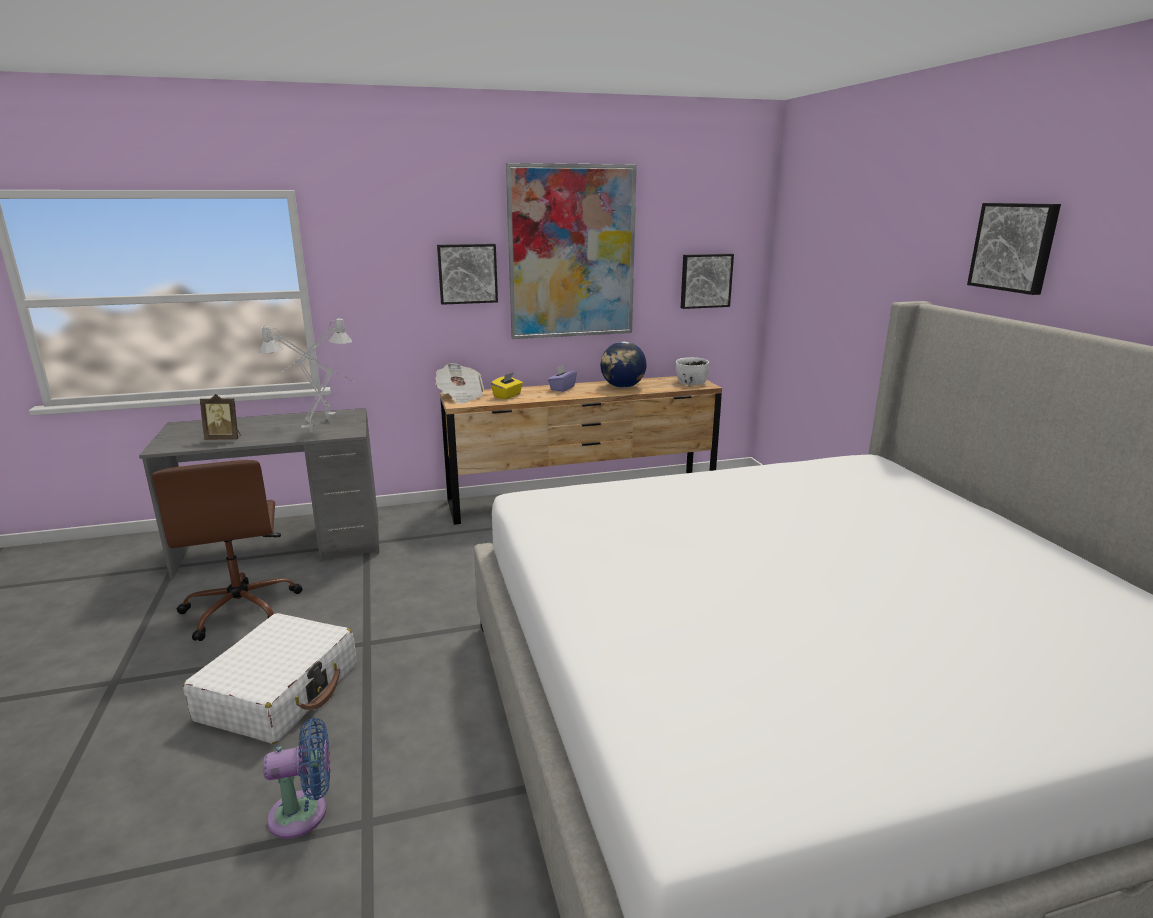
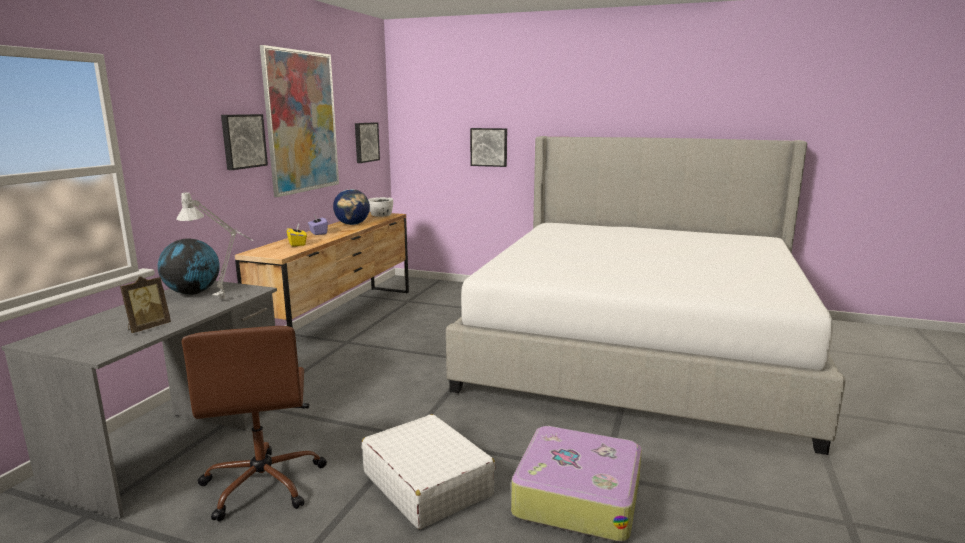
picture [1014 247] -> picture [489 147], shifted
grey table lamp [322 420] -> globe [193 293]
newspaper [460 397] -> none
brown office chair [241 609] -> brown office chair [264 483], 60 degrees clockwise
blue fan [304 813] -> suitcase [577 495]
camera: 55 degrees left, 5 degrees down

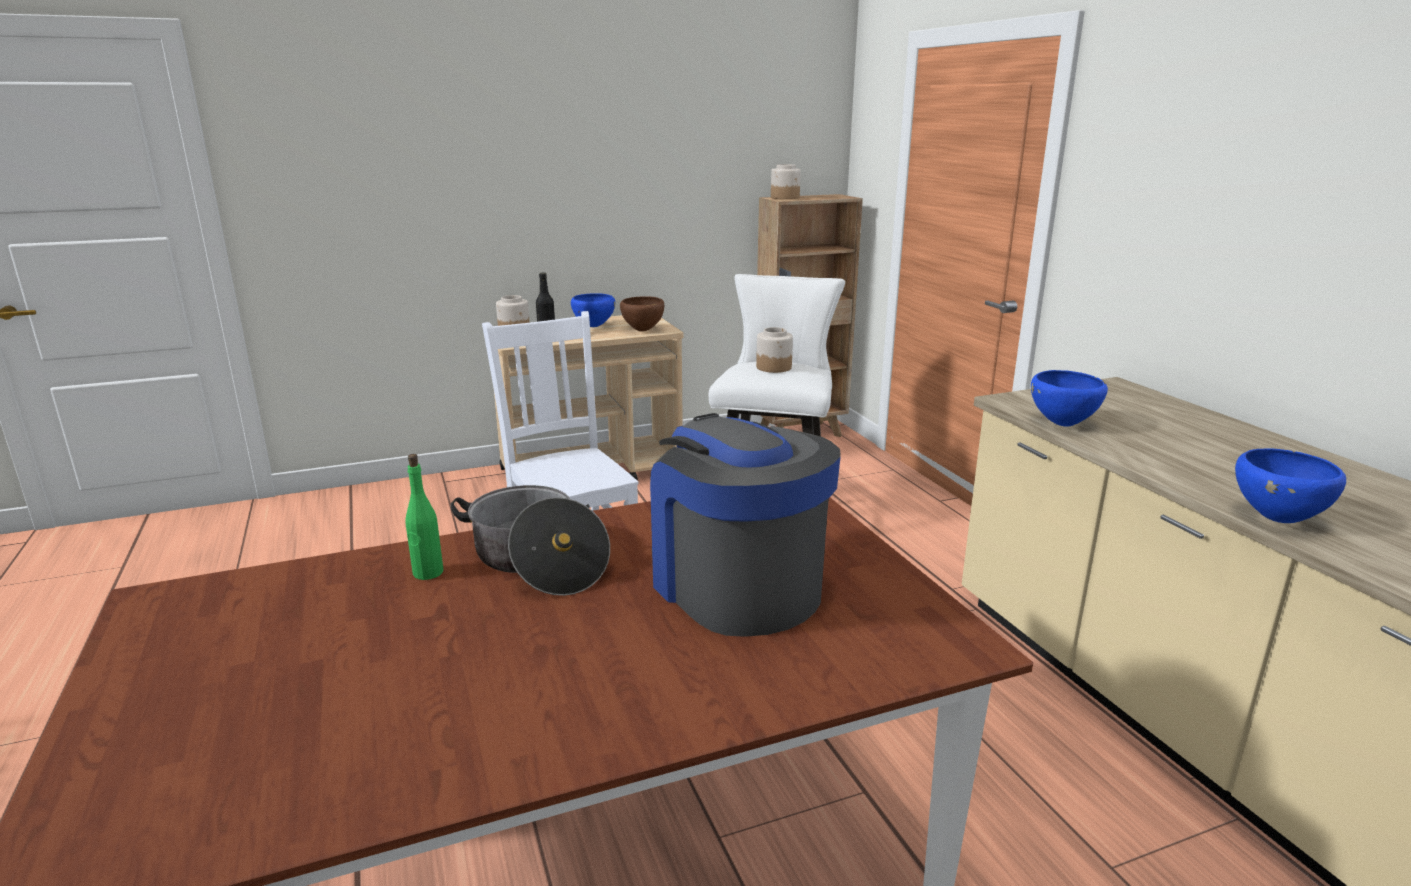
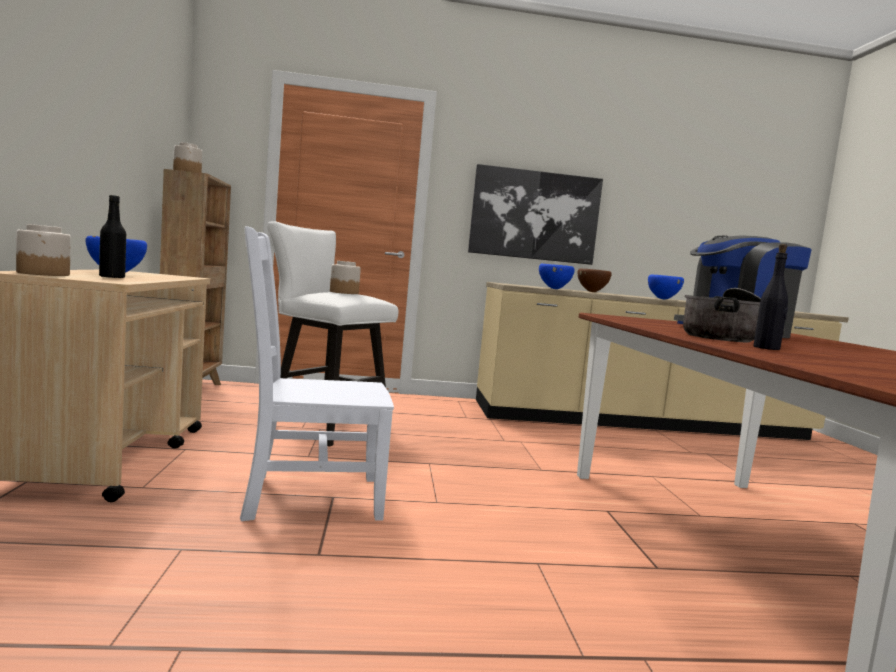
brown bowl [643 330] -> brown bowl [592 292], shifted
green bottle [427 573] -> black bottle [767 348]
none -> picture [534 215]
camera: 75 degrees left, 15 degrees down

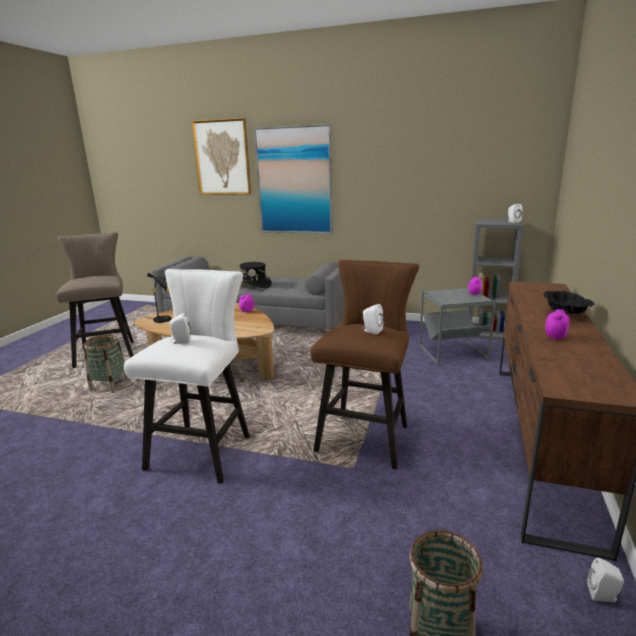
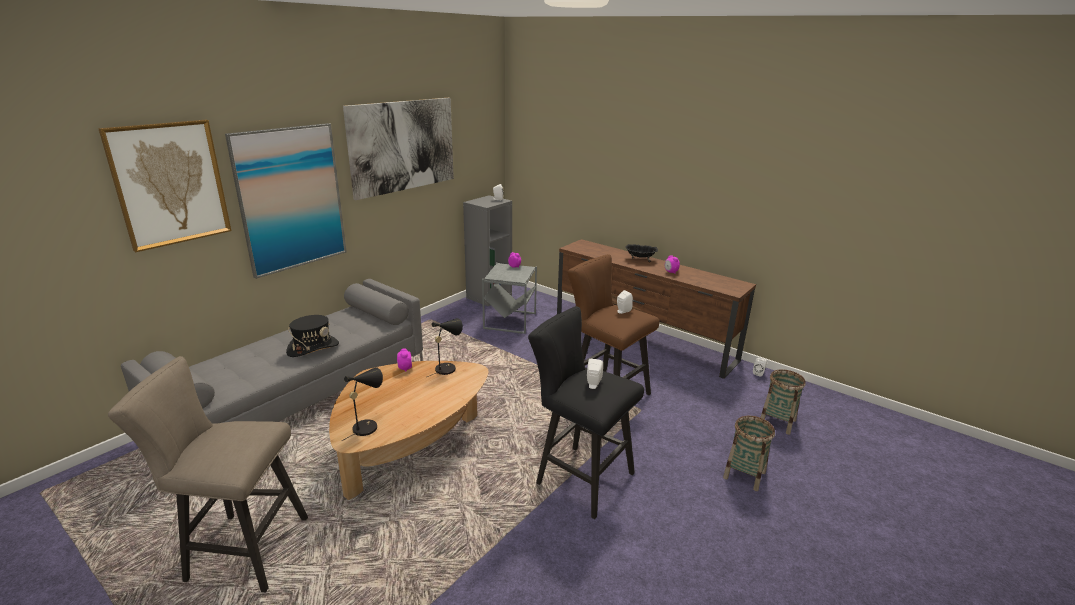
white stool [204 449] -> black stool [579 476]
basket [110 386] -> basket [744 475], shifted
none -> picture [403 146]
none -> black table lamp [447 368]
camera: 70 degrees left, 5 degrees up

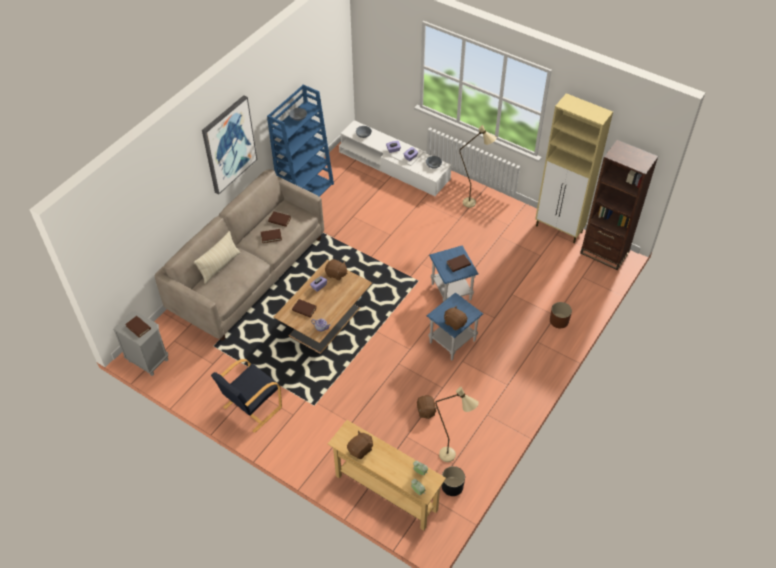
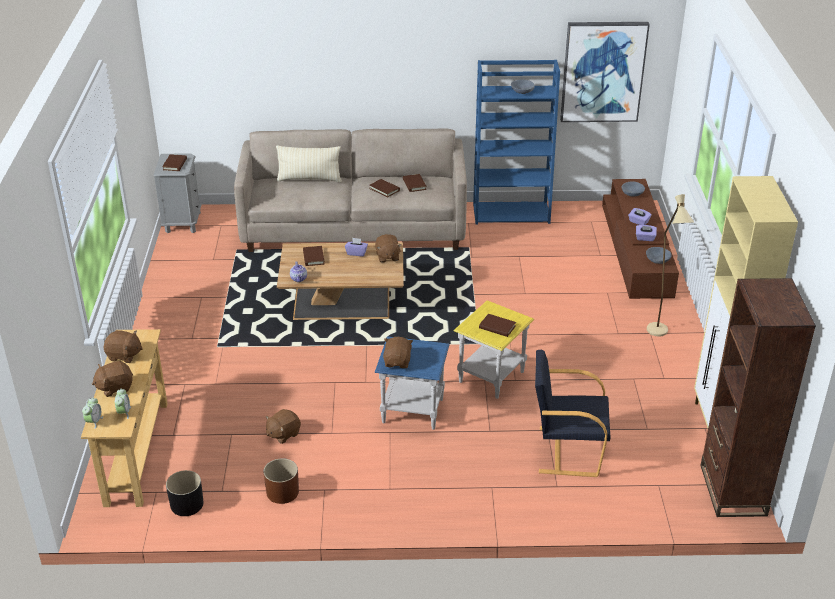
picture [229 144] -> picture [603 71], shifted
white tv stand [393 166] -> brown tv stand [636 250]
blue side table [451 292] -> yellow side table [491 377]
brown planter [559 320] -> brown planter [283 492], shifted
black armchair [251 408] -> black armchair [566 451], shifted
beige floor lamp [452 458] -> none
none -> brown plush toy [115 387]
camera: 55 degrees right, 15 degrees down

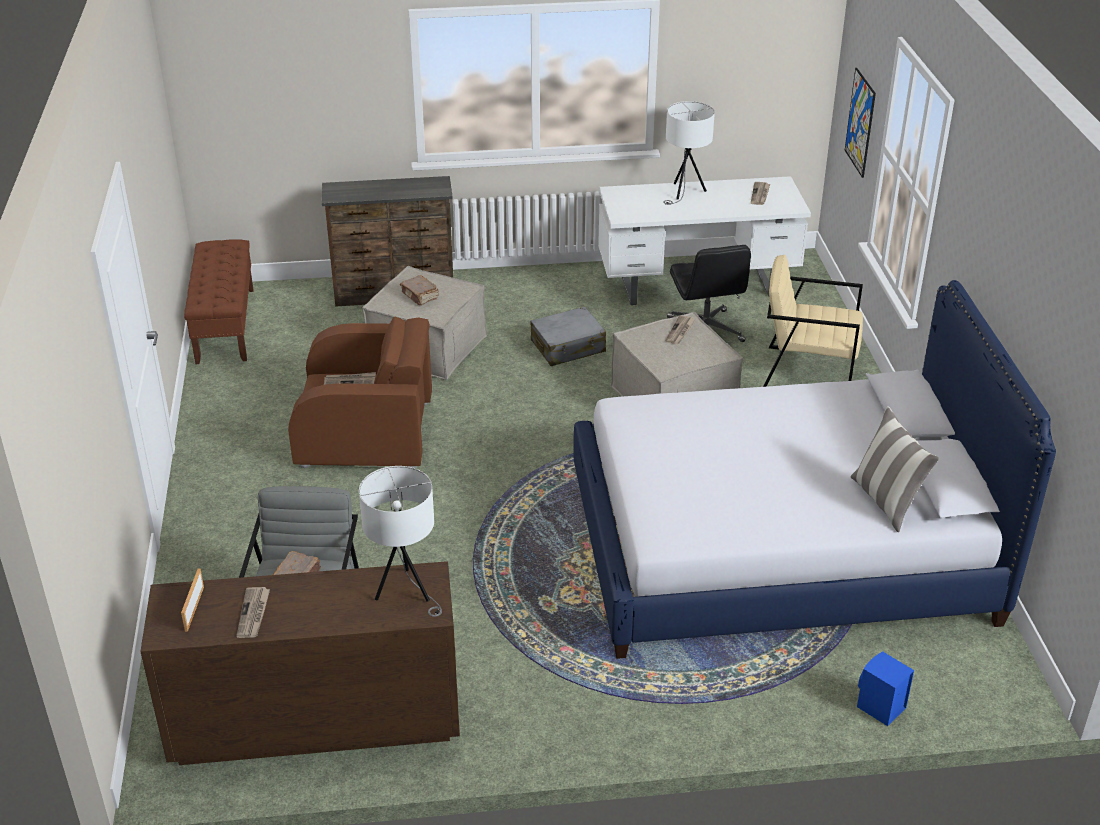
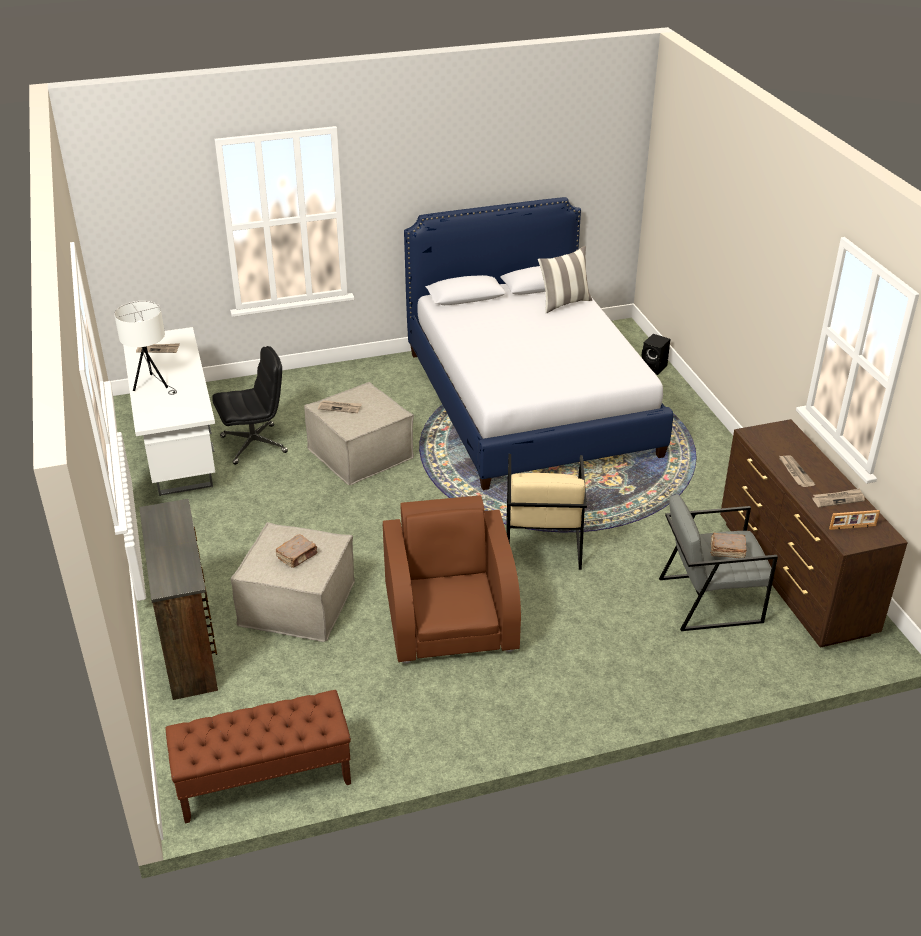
picture [860 122] -> none
beige armchair [807 372] -> beige armchair [542 542], shifted
grey suitcase [568 347] -> none
newspaper [350 381] -> newspaper [795 472], shifted
white table lamp [406 592] -> none
blue speaker [879 708] -> black speaker [654 368]
camera: 100 degrees left, 0 degrees up

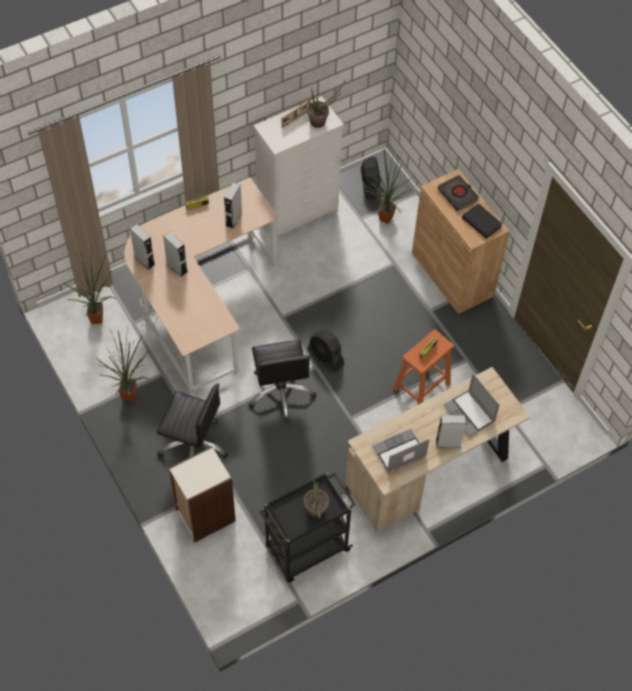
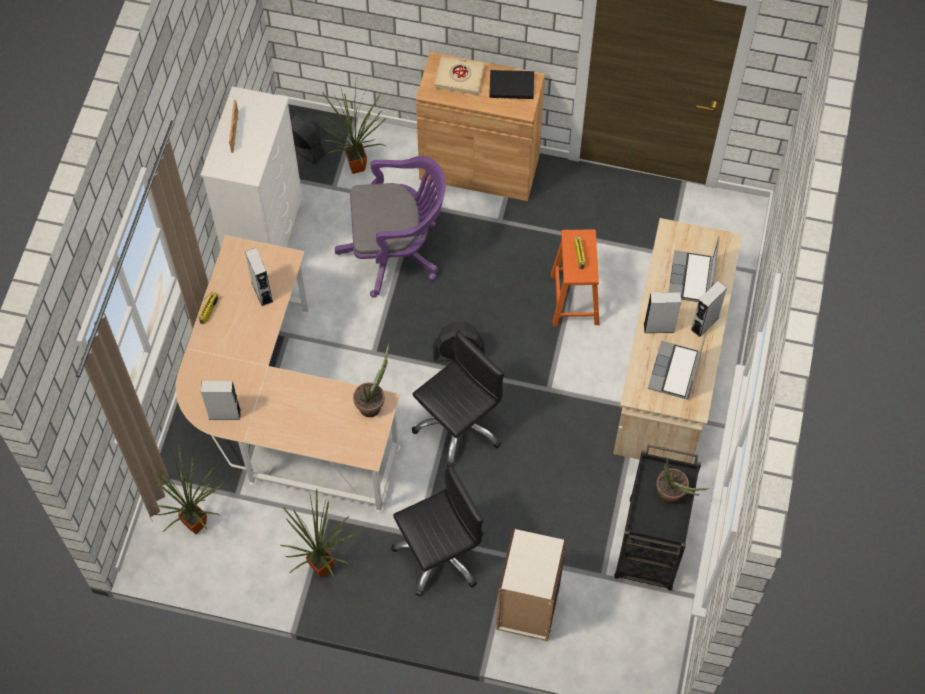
potted plant [321 121] -> potted plant [373 403], shifted
black book [458 195] -> beige book [459 78]
grey speaker [177 267] -> grey speaker [659 327], shifted
black office chair [281 392] -> black office chair [458 425], 75 degrees counterclockwise
laptop [470 414] -> laptop [692 279], 90 degrees clockwise
none -> purple office chair [396 252]
camera: 45 degrees left, 5 degrees up

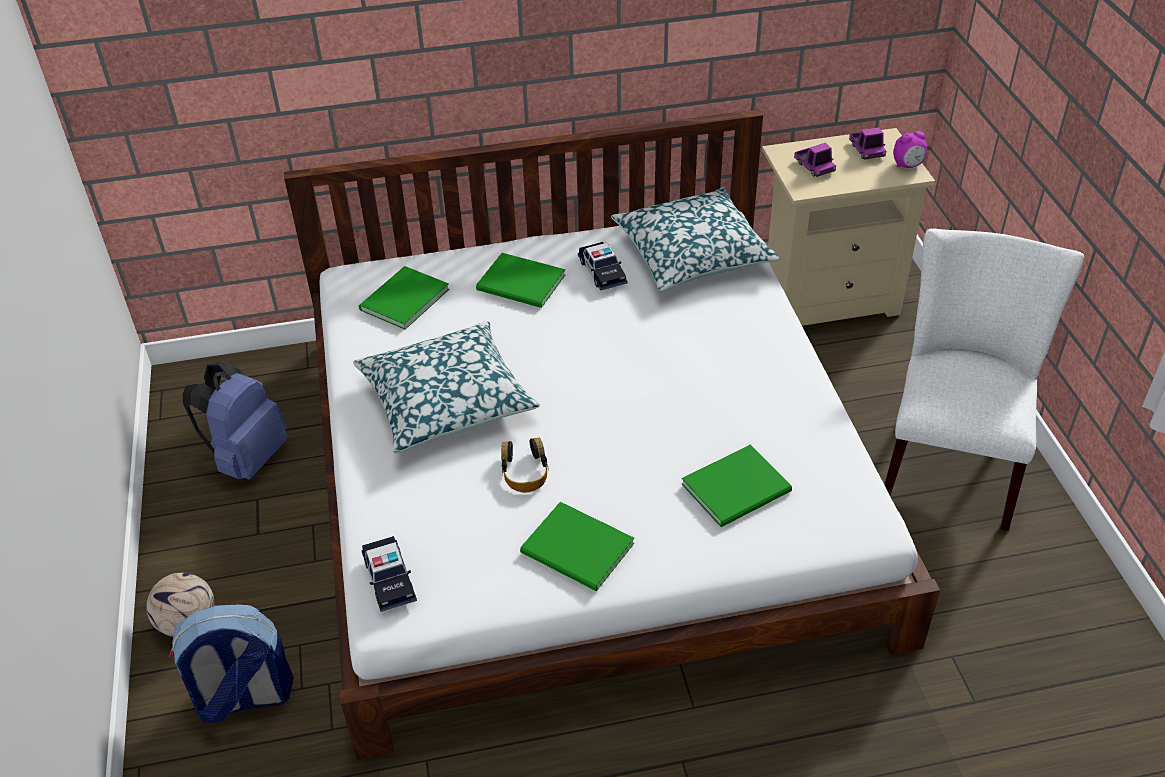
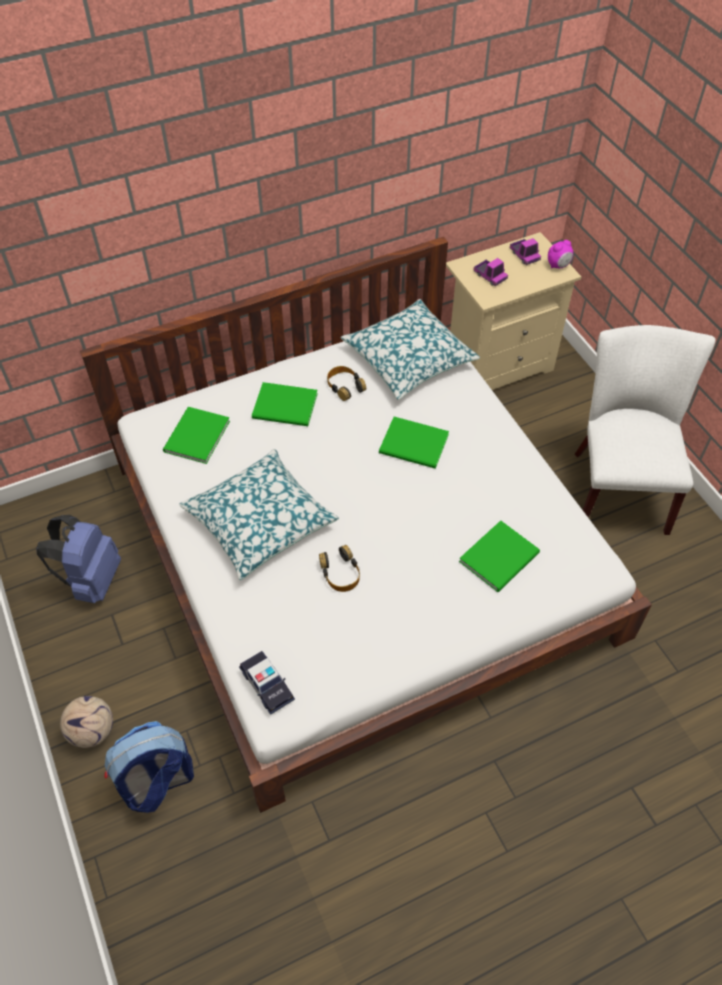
toy car [602 272] -> headphones [345 386]
green book [578 551] -> green book [415 446], shifted
camera: 15 degrees left, 10 degrees up

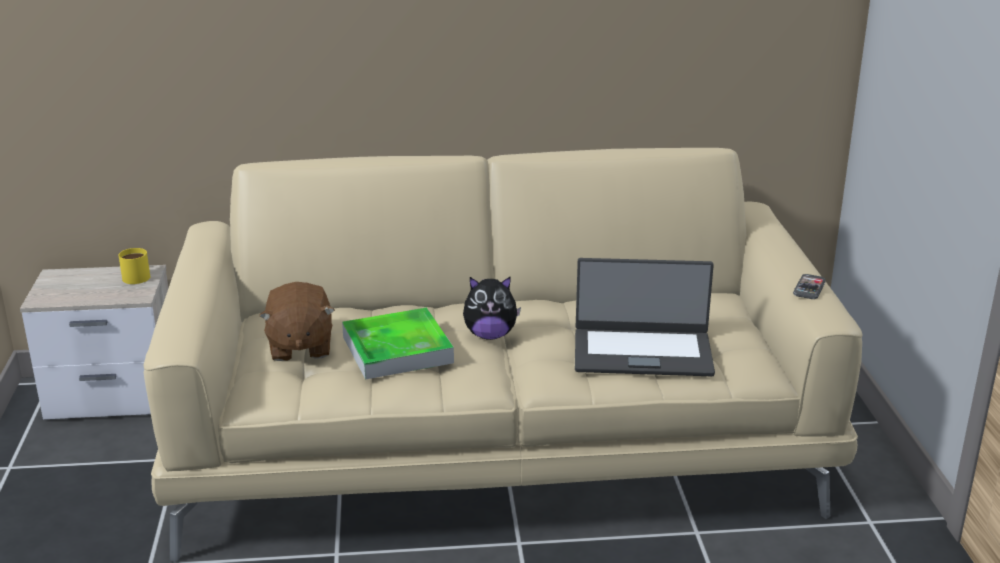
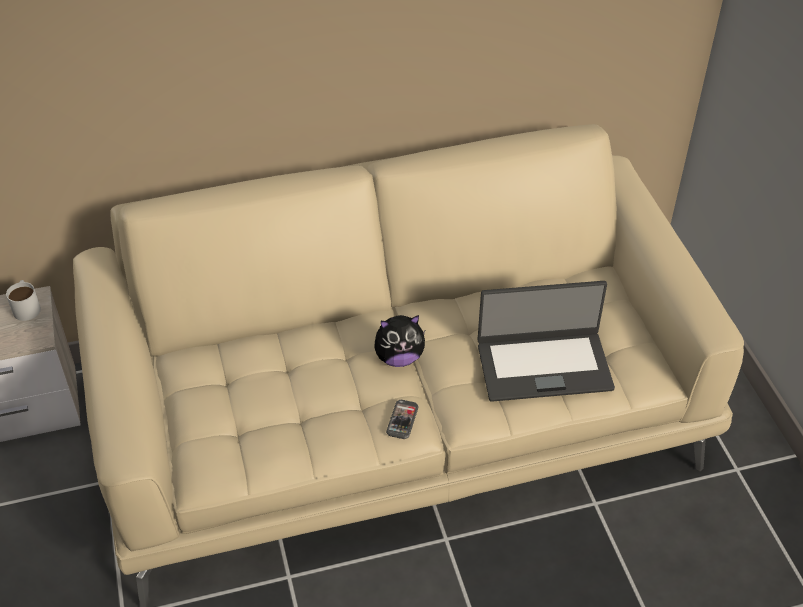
yellow mug [137 275] -> white mug [27 306]
phone [809 288] -> phone [402 420], shifted
brown plush toy [299 347] -> none
tray [397 349] -> none
camera: 10 degrees left, 20 degrees up

